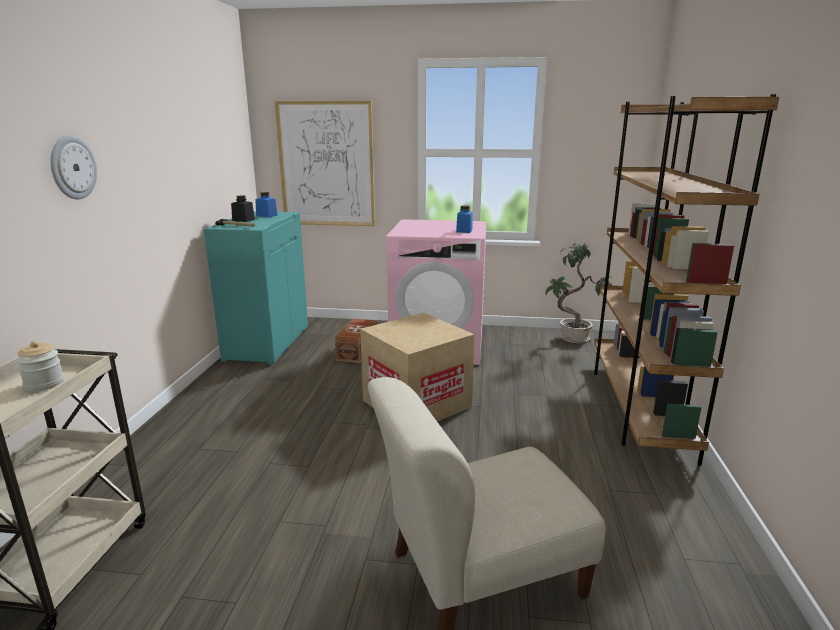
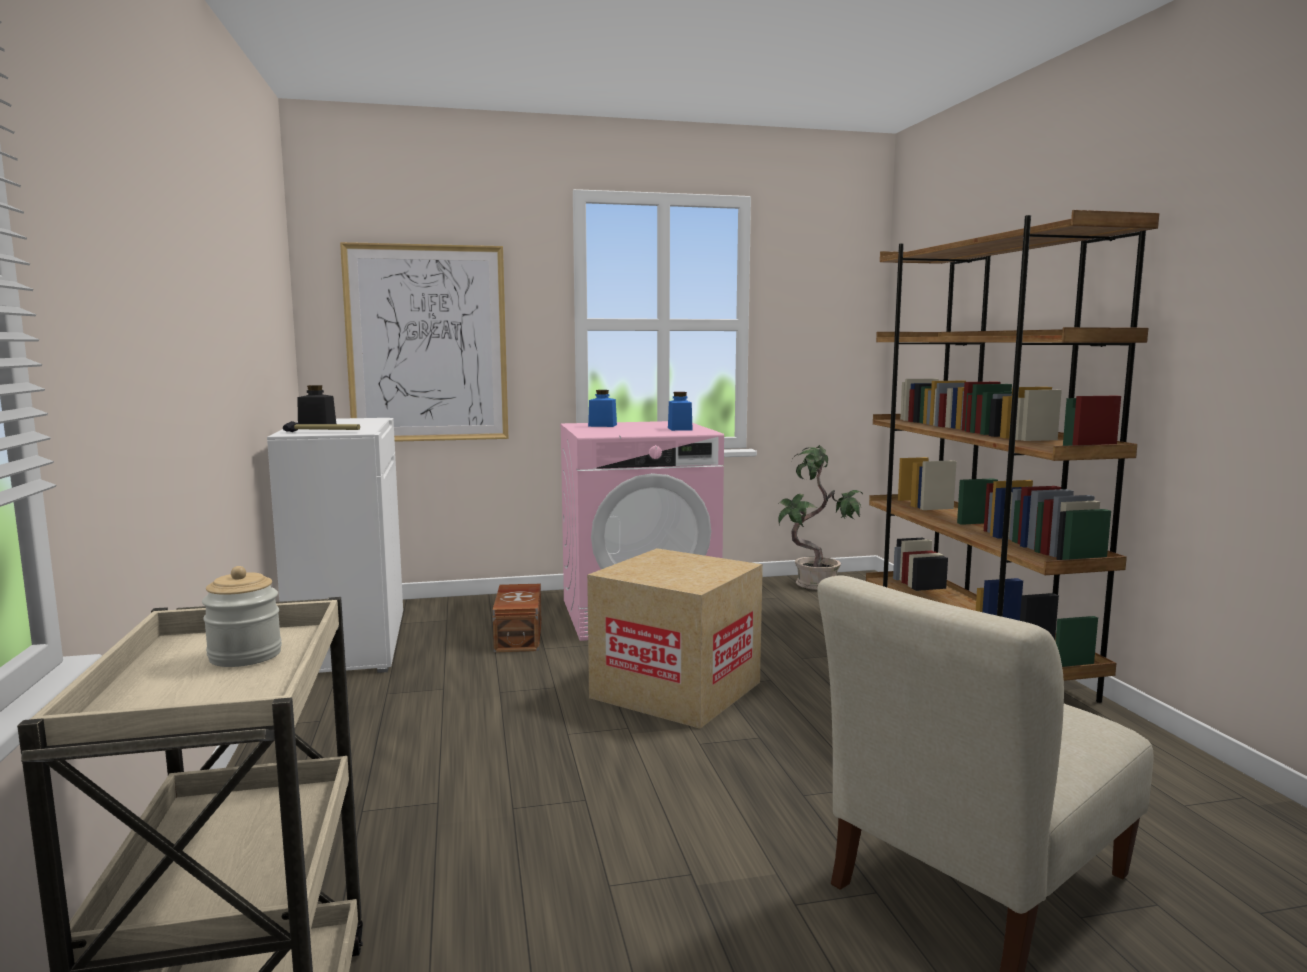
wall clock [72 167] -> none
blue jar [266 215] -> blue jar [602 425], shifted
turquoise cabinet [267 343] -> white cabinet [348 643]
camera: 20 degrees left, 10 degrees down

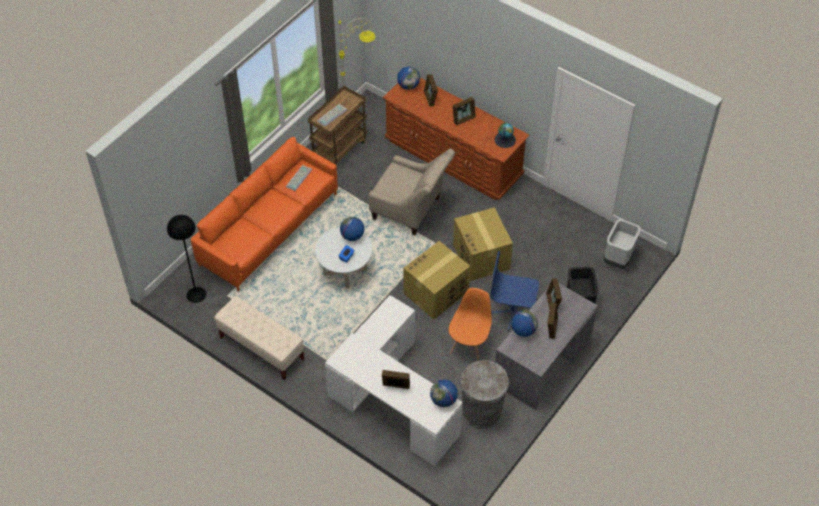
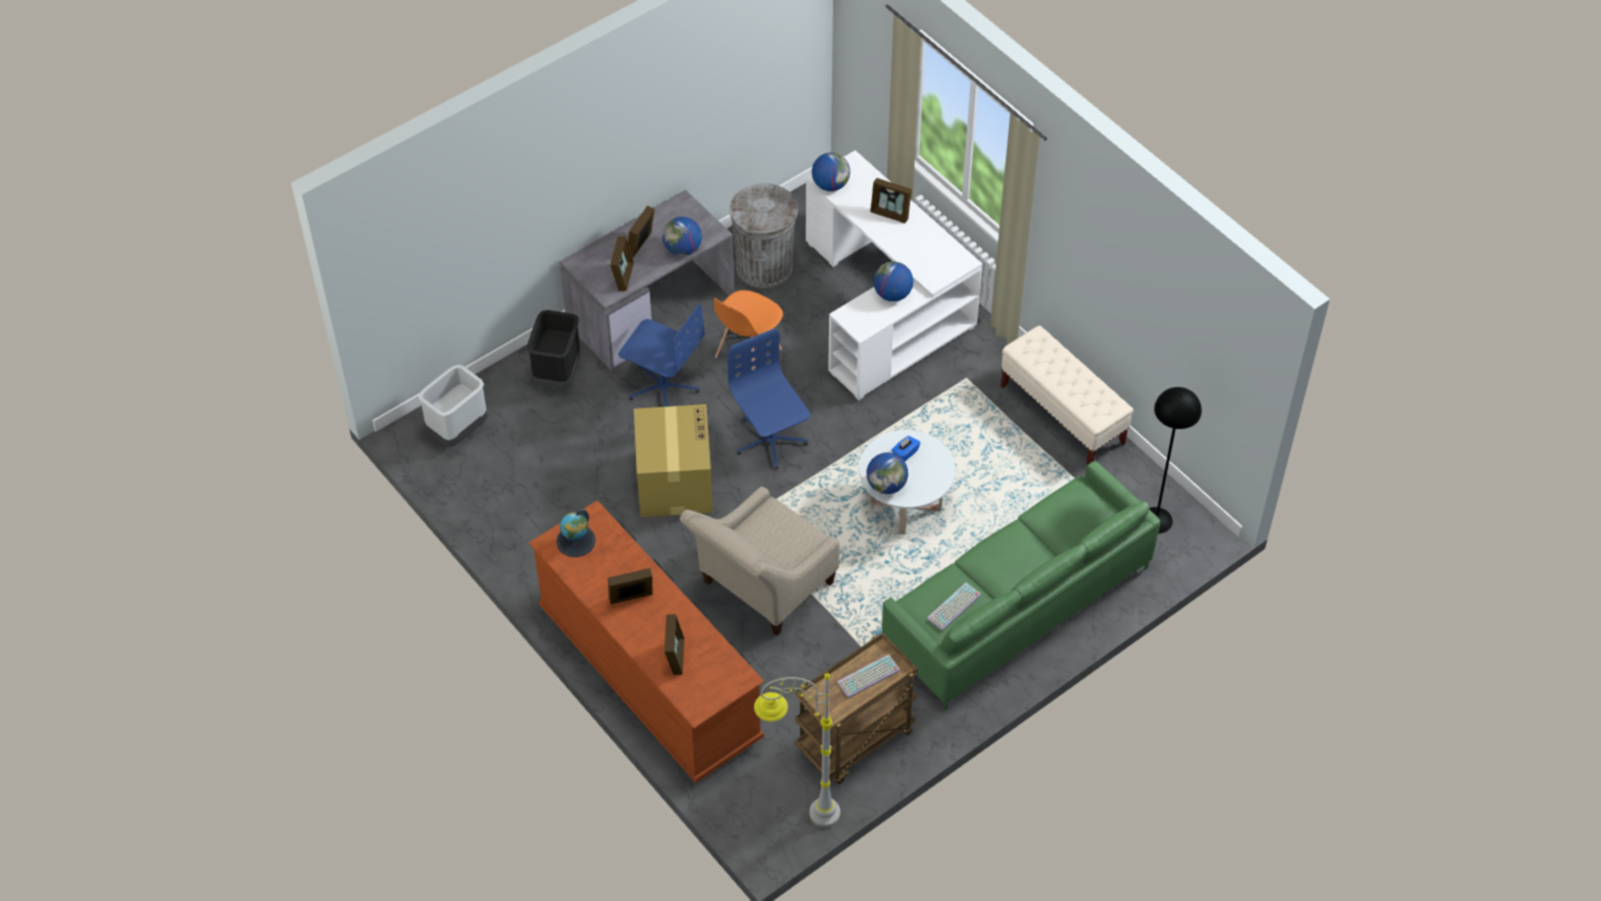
globe [408 86] -> globe [892 294], shifted
orange sofa [270 230] -> green sofa [1015 606]
beige armchair [411 210] -> beige armchair [761 588], 90 degrees counterclockwise
cardboard box [435 293] -> blue office chair [770 440]
camera: 165 degrees left, 0 degrees up

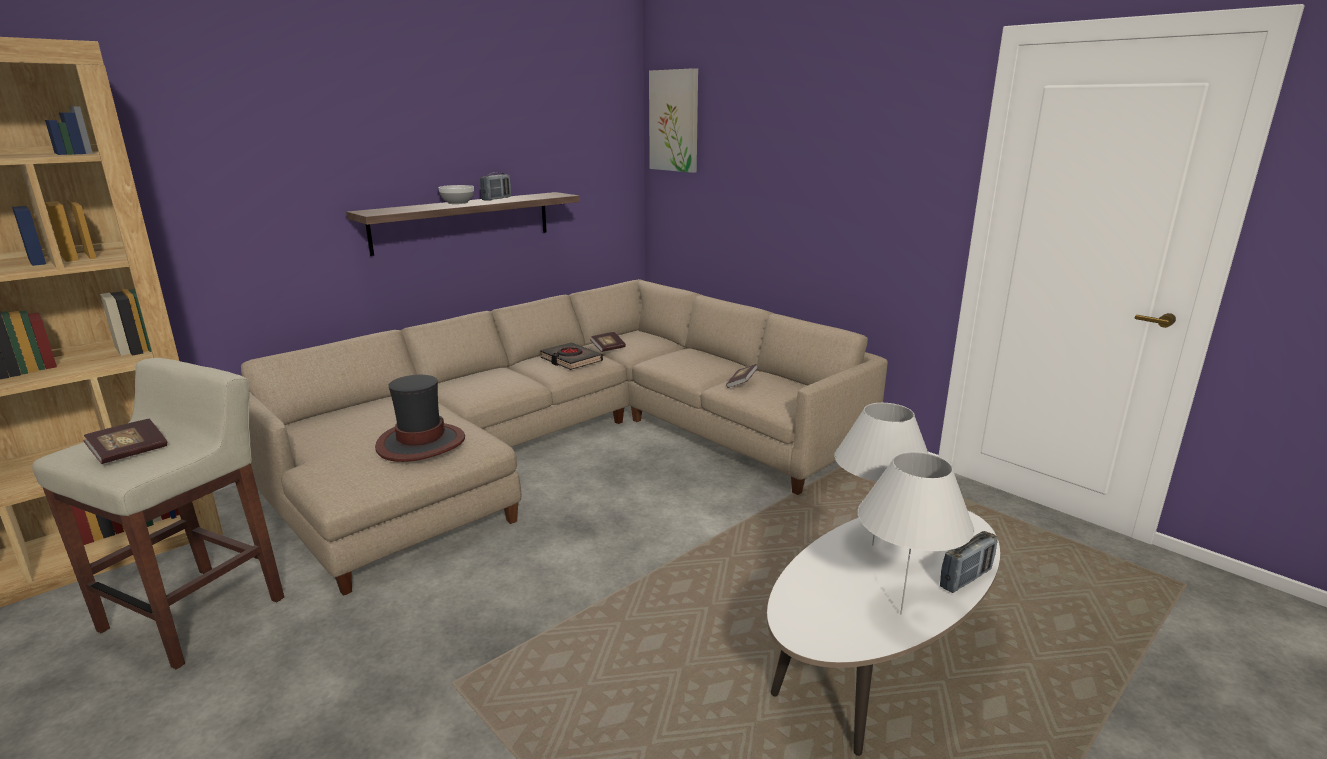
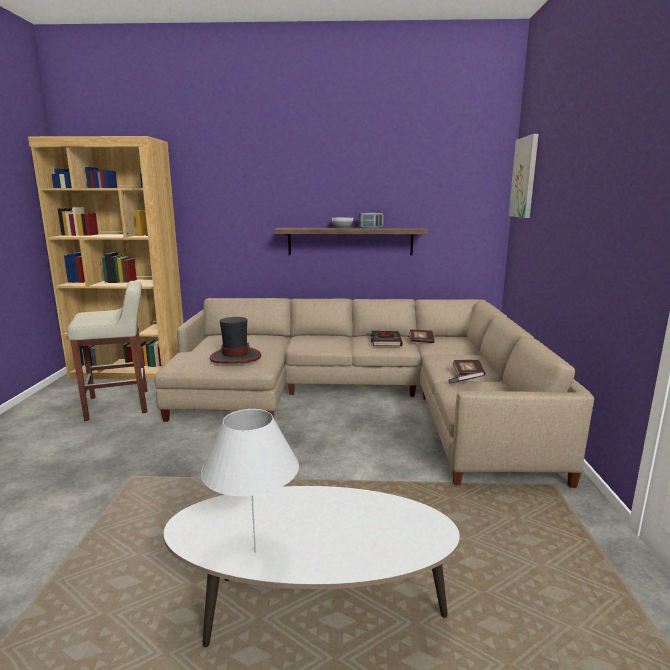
white table lamp [873 545] -> none
book [129 453] -> book [468 374], shifted
radio [966 578] -> none
camera: 45 degrees right, 5 degrees down

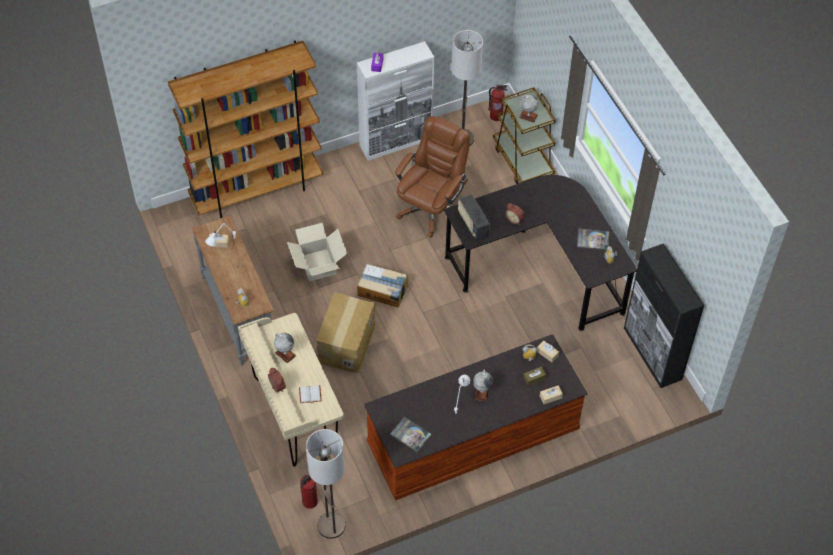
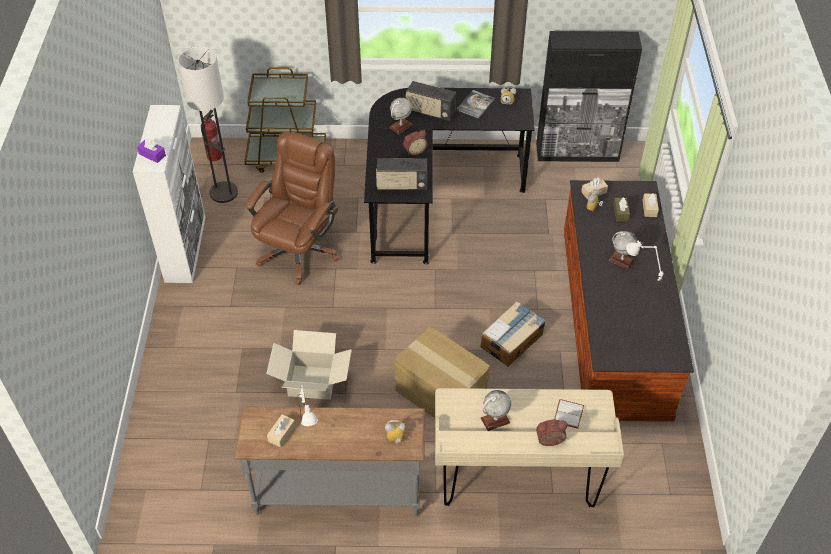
brown bookcase [257 191] -> none
globe [528 116] -> globe [400 126], shifted
brown office chair [431 208] -> brown office chair [299 251], 60 degrees clockwise
cardboard box [382 290] -> cardboard box [512 340], shifted
book [410 435] -> none
floor lamp [331 525] -> none
fire extinguisher [310 502] -> none
none -> radio [430 112]
camera: 65 degrees left, 5 degrees down

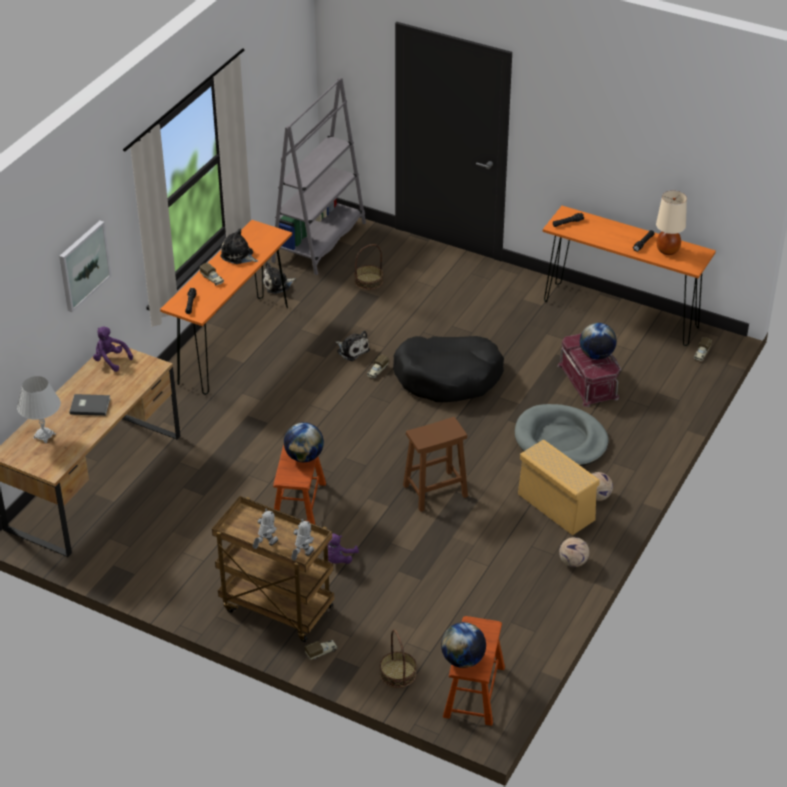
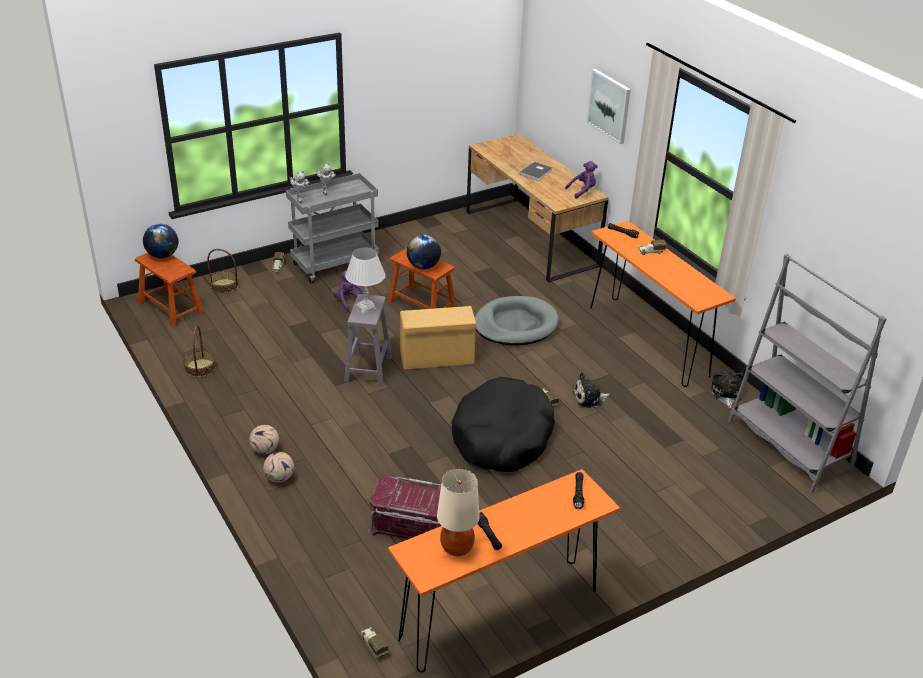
plush toy [238 256] -> none
basket [368 281] -> basket [200 368], shifted
globe [596 355] -> none
white table lamp [44 436] -> white table lamp [366 307], shifted
grey dog bed [560 440] -> grey dog bed [515 325], shifted
brown stool [434 491] -> grey stool [368 368]
beige storage box [555 506] -> beige storage box [438 358], shifted
brown cart [275 608] -> grey cart [335 264]
football [572 562] -> football [280 478], shifted
camera: 120 degrees right, 5 degrees down

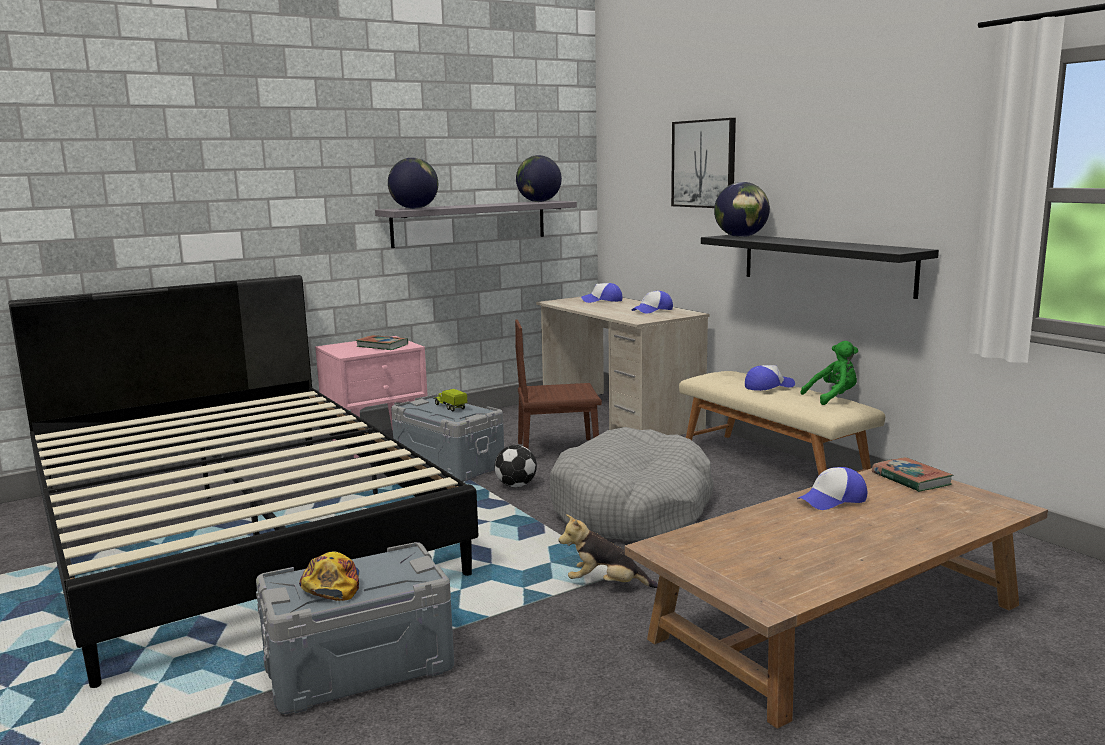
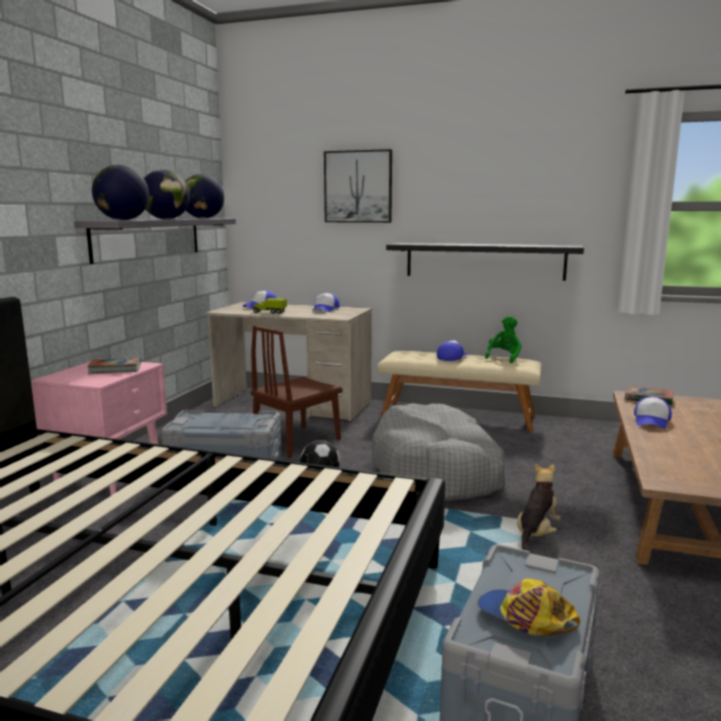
globe [741 237] -> globe [166 219], shifted
toy truck [450 407] -> toy truck [269 312], shifted
plush toy [606 585] -> plush toy [536 534], 150 degrees clockwise
camera: 40 degrees left, 0 degrees up

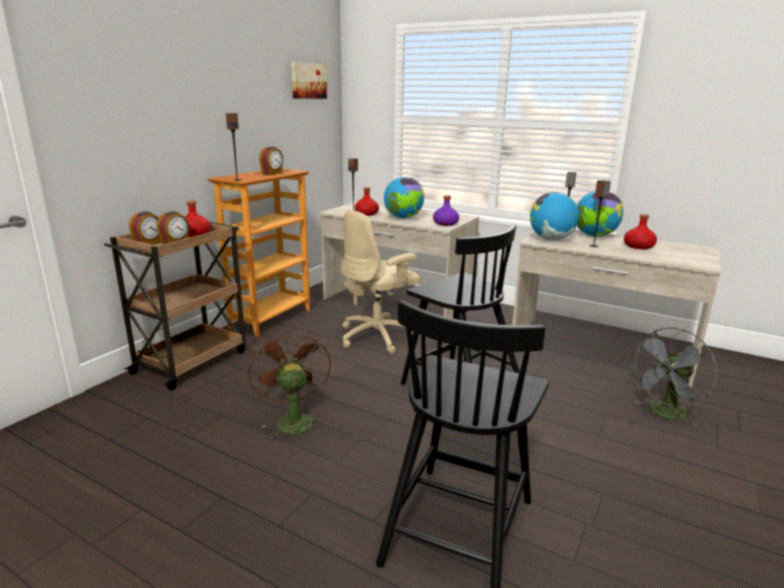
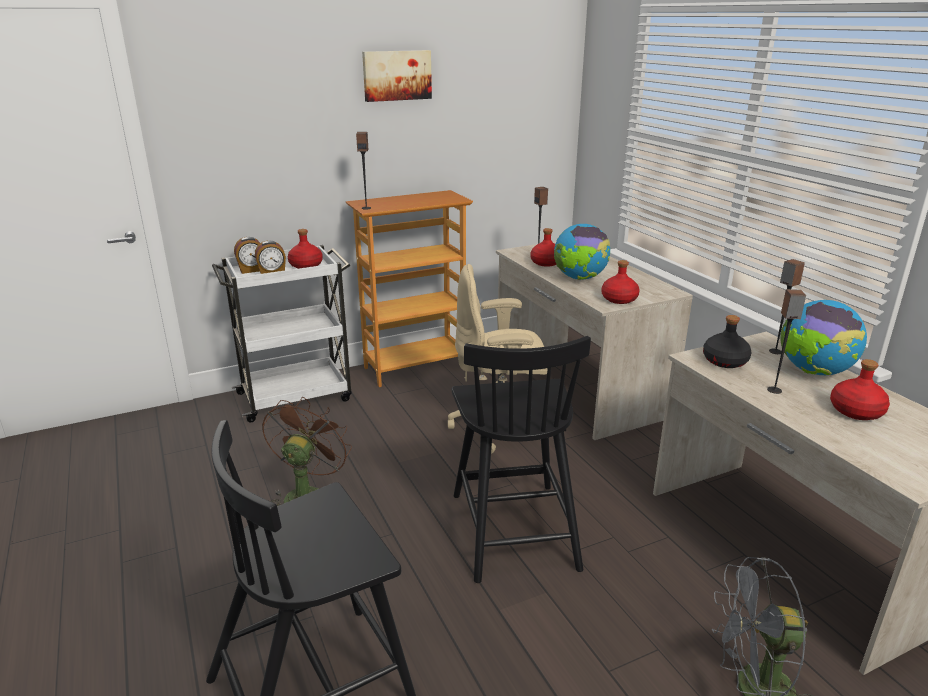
picture [308 81] -> picture [396 75], shifted
alarm clock [272 173] -> none
globe [550 239] -> black bottle [724 361]
purple bottle [445 223] -> red bottle [618 299]
brown cart [192 361] -> white cart [296 396]
camera: 35 degrees right, 5 degrees up

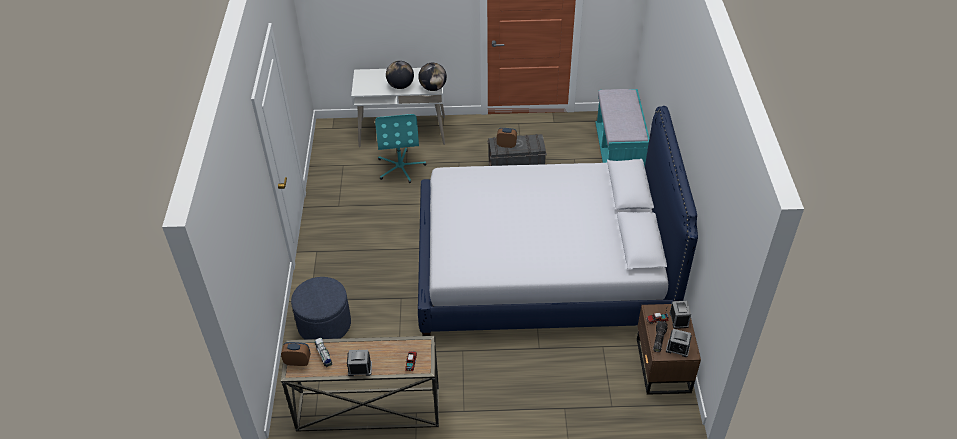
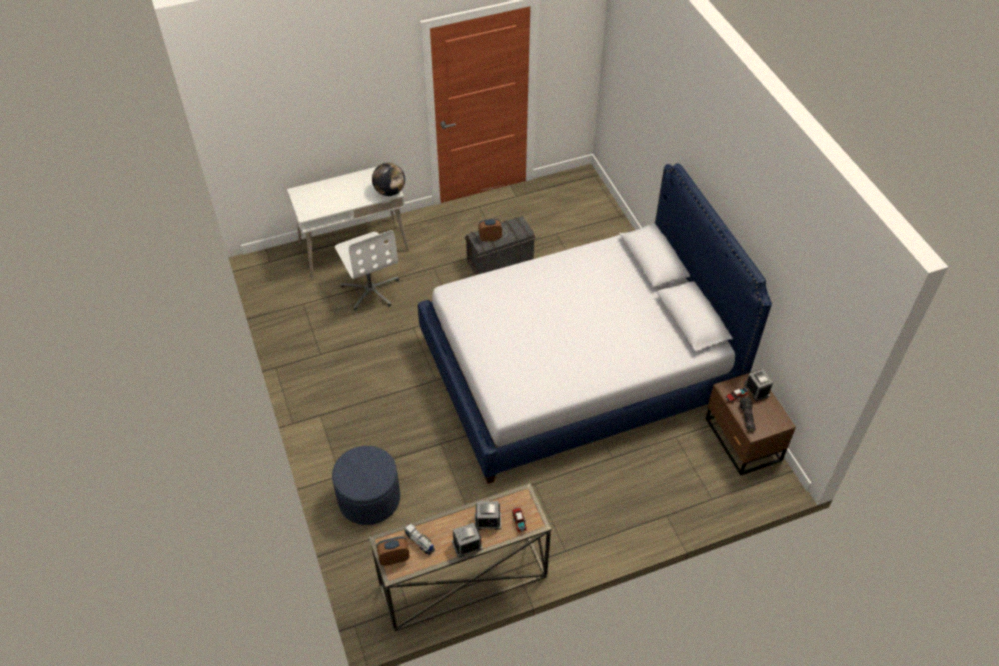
globe [400 86] -> none
turquoise bench [619 152] -> none
turquoise office chair [400 167] -> white office chair [371 289]
alarm clock [677 348] -> alarm clock [488 521], shifted
camera: 20 degrees left, 5 degrees up

